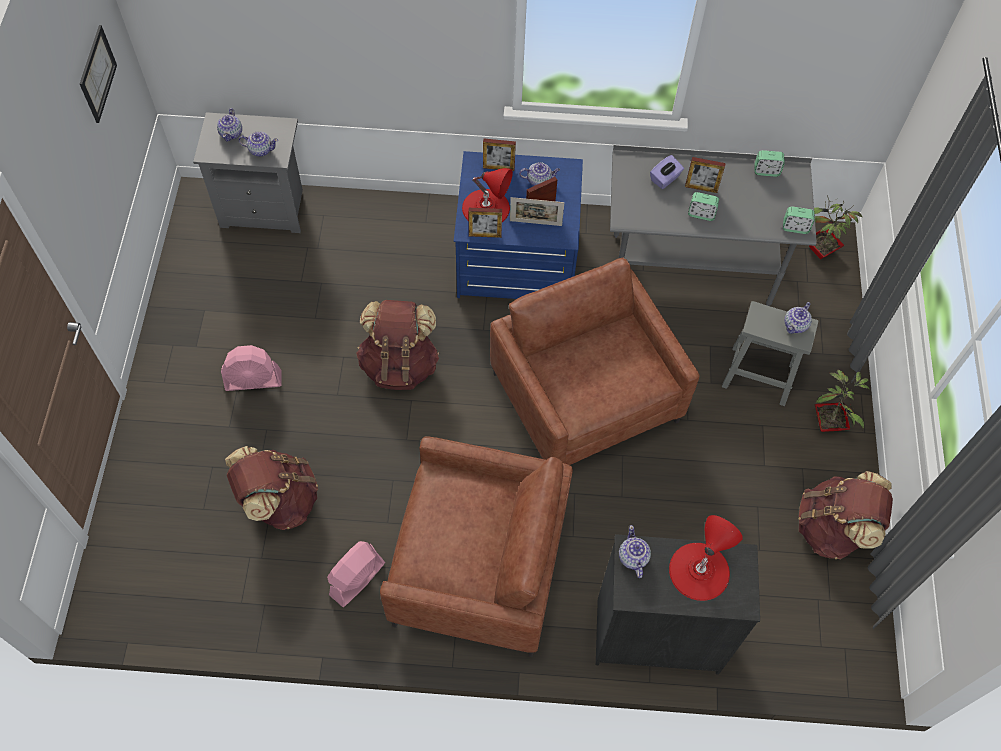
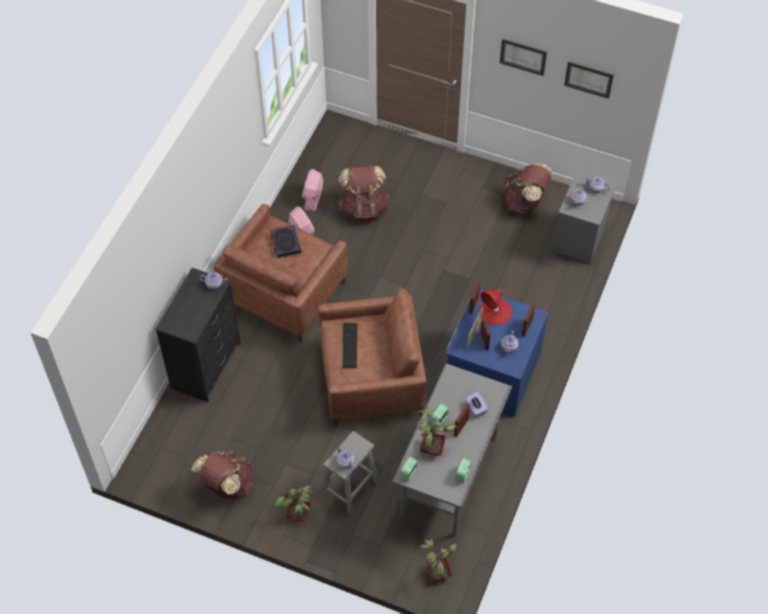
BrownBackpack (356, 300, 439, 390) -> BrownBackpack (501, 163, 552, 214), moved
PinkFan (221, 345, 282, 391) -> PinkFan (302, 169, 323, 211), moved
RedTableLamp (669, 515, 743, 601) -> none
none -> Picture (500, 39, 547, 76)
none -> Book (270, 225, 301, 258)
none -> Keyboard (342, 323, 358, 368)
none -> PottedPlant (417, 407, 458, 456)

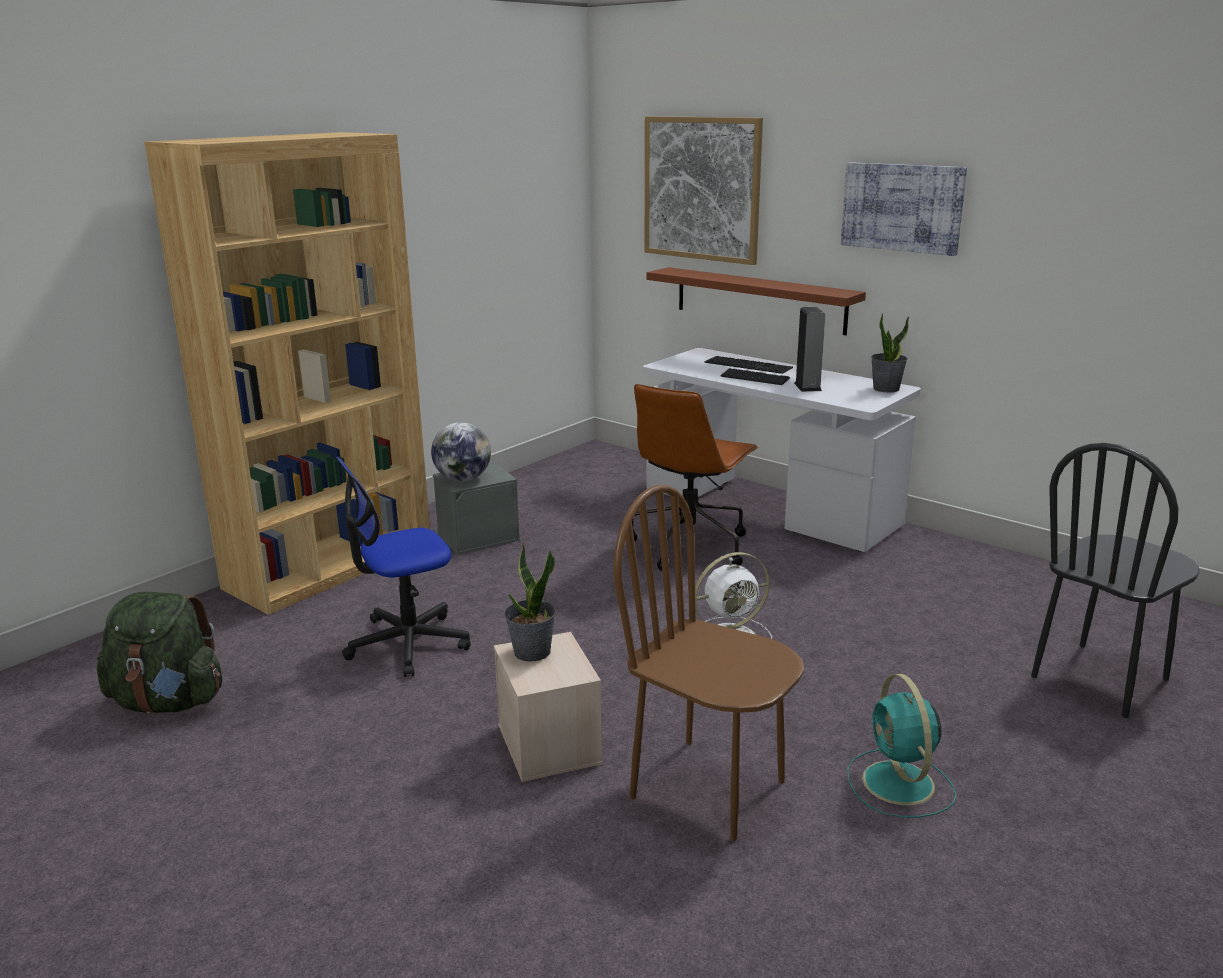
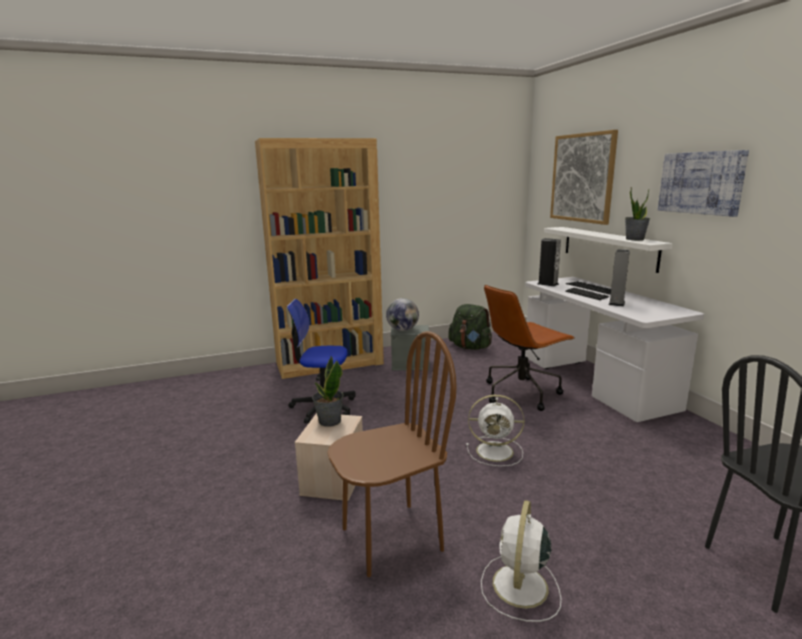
BrownShelf (647, 267, 866, 335) -> WhiteShelf (544, 227, 673, 273)
PottedPlant (871, 313, 909, 392) -> PottedPlant (625, 187, 650, 240), moved
BrownChair (613, 485, 804, 841) -> BrownChair (327, 331, 457, 577), 90 degrees clockwise
GreenBackpack (97, 592, 222, 714) -> GreenBackpack (448, 304, 492, 350), moved
TurquoiseFan (847, 674, 956, 818) -> WhiteFan (481, 500, 561, 622)
none -> Speaker (538, 238, 561, 286)

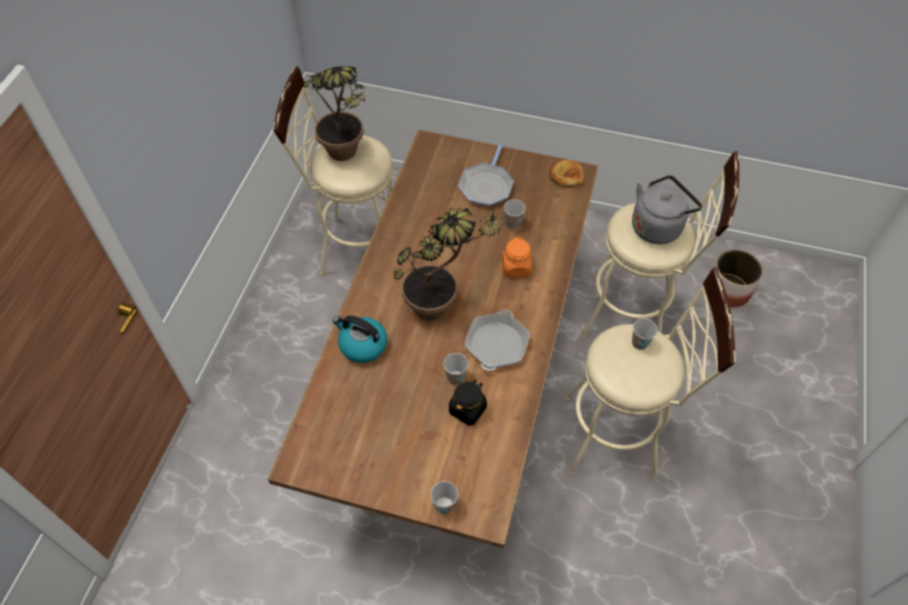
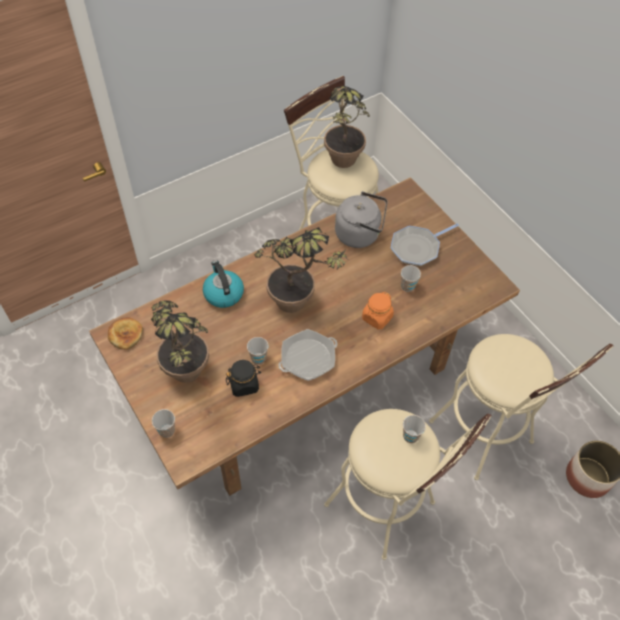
Bread (549, 160, 584, 187) -> Bread (108, 317, 143, 350), moved
GreyKettle (632, 175, 702, 244) -> GreyKettle (335, 191, 387, 248), moved
none -> PottedPlant (151, 300, 209, 383)

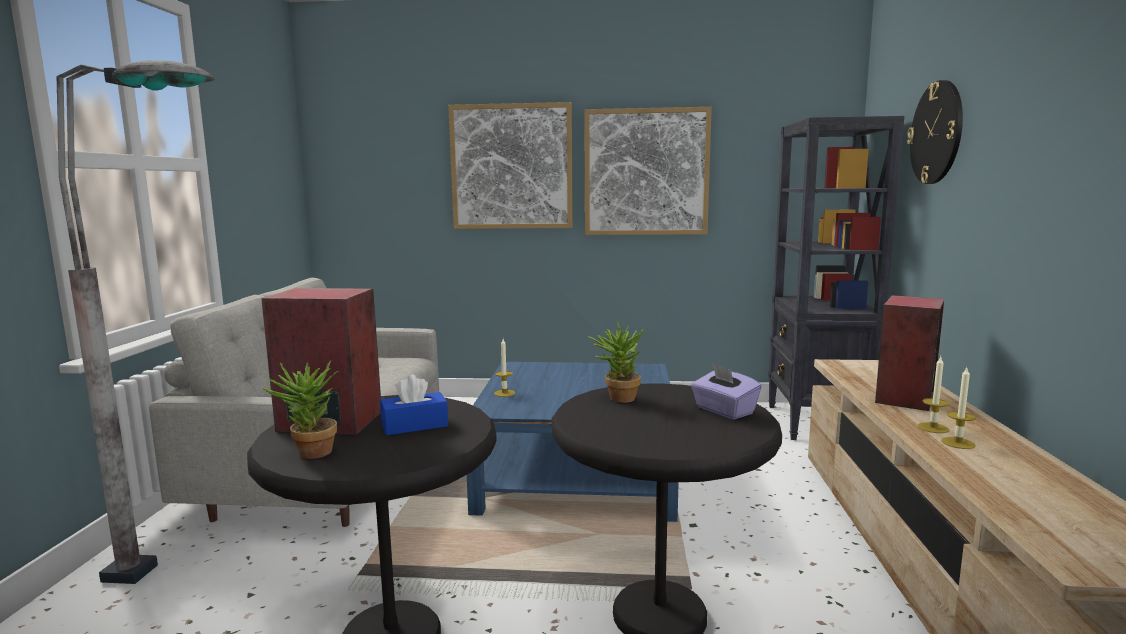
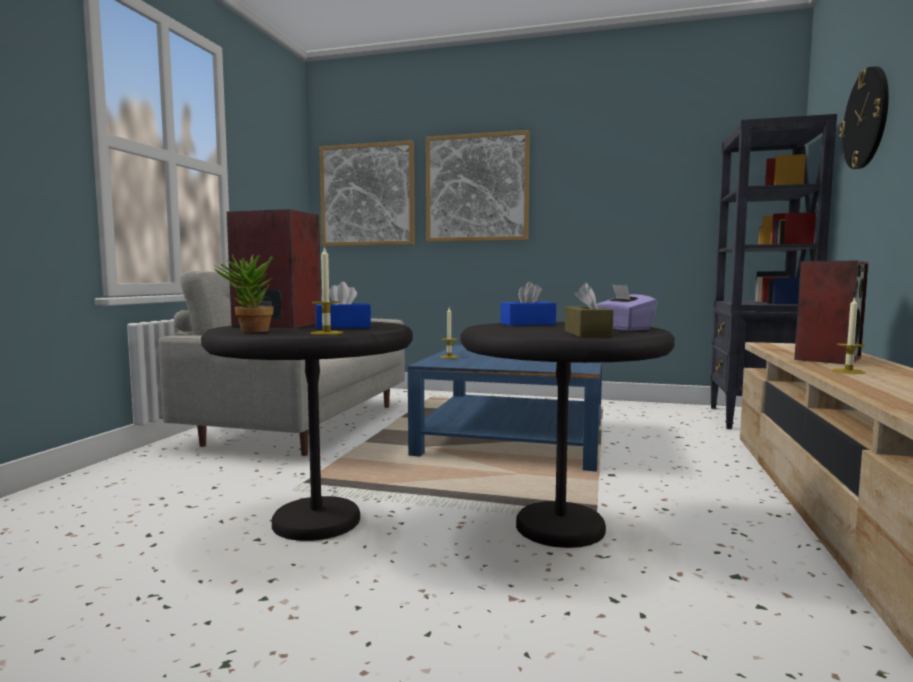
GreyFloorLamp (57, 60, 215, 584) -> none
Picture (584, 107, 712, 235) -> Picture (319, 140, 415, 246), moved
PottedPlant (588, 322, 644, 403) -> BlueTissueBox (500, 281, 556, 326)
Candle (941, 368, 976, 449) -> Candle (310, 246, 343, 335), moved
none -> BrownTissueBox (565, 282, 614, 338)

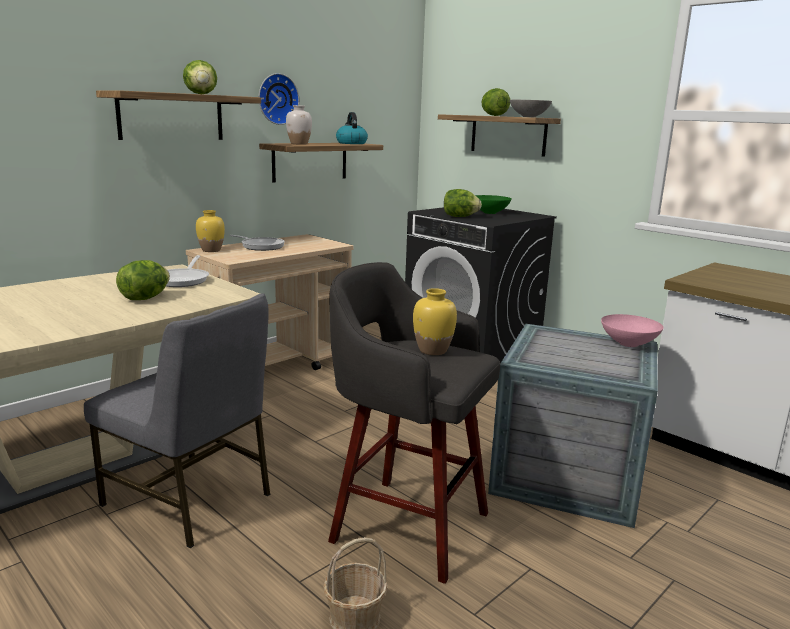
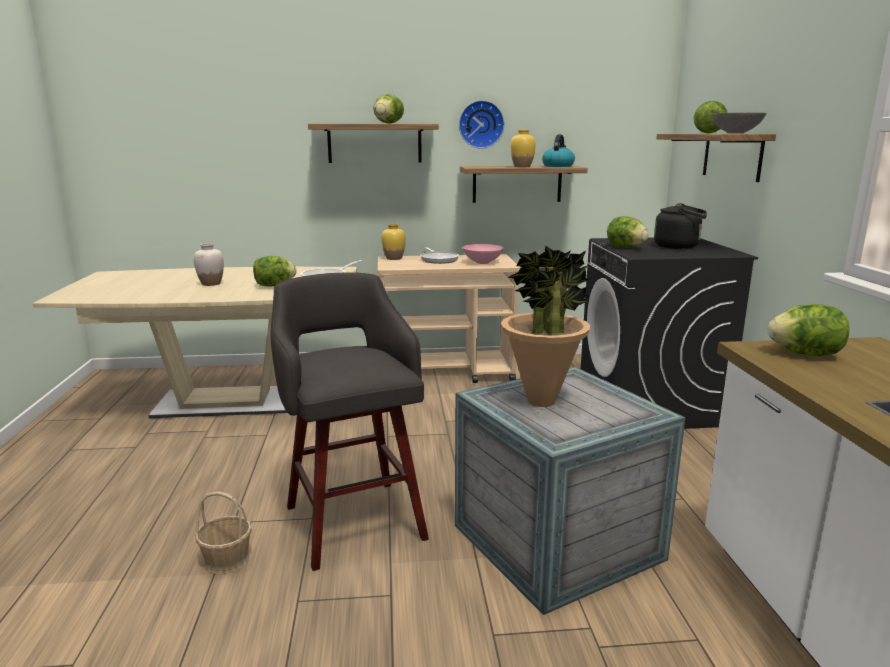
WhiteVase (286, 105, 312, 145) -> WhiteVase (194, 243, 224, 286), moved
GreenBowl (475, 195, 512, 214) -> BlackKettle (654, 203, 707, 249)
YellowVase (413, 288, 457, 355) -> YellowVase (511, 130, 536, 167), moved
GreyChair (84, 293, 270, 548) -> none
PinkBowl (601, 314, 664, 347) -> PinkBowl (462, 244, 504, 264), moved
none -> PottedPlant (501, 246, 590, 407)
none -> Lettuce (768, 304, 850, 356)

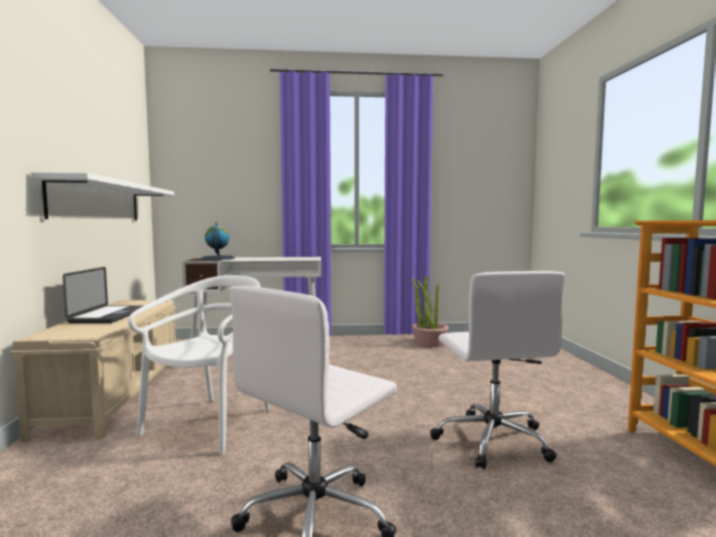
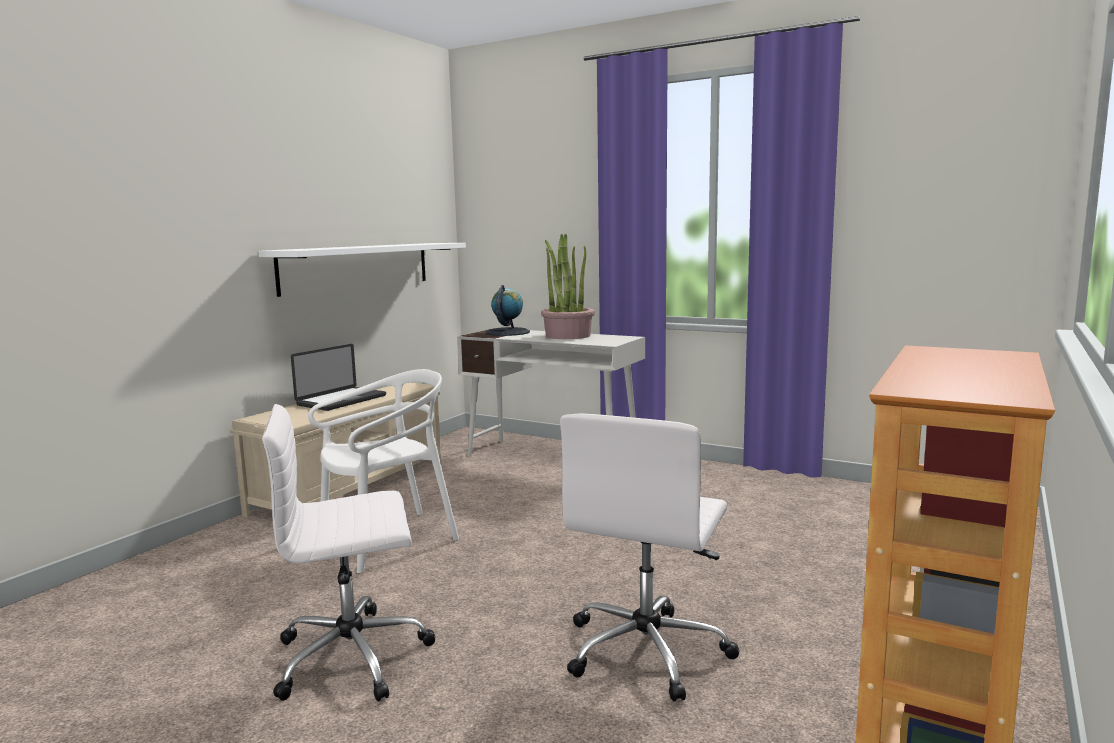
PottedPlant (412, 275, 449, 347) -> PottedPlant (541, 234, 595, 339), moved

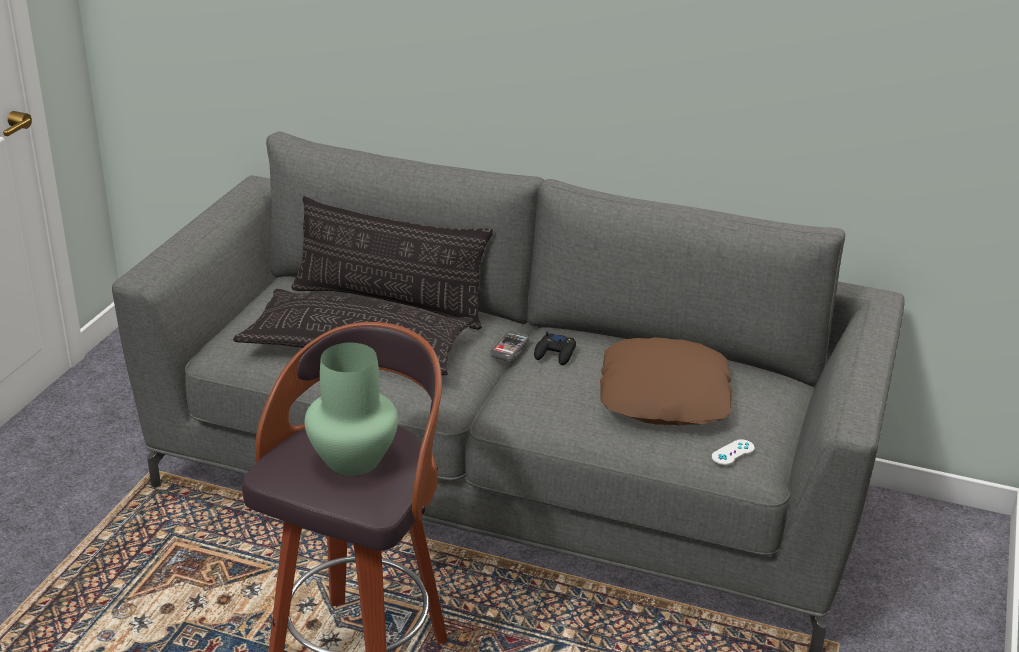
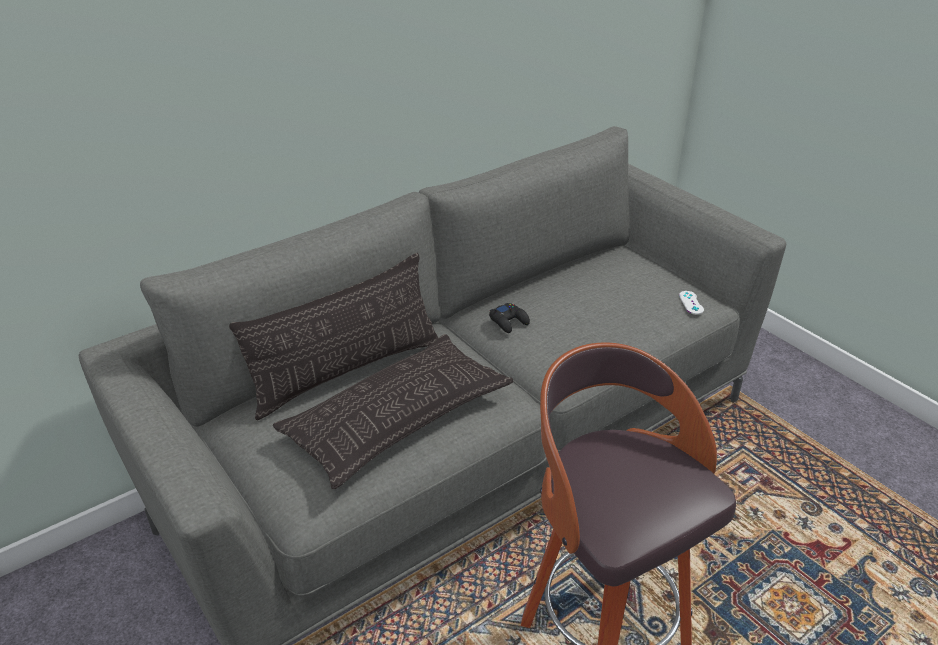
Phone (490, 331, 530, 361) -> none
BrownPillow (600, 337, 733, 426) -> none
GreenVase (304, 343, 398, 476) -> none

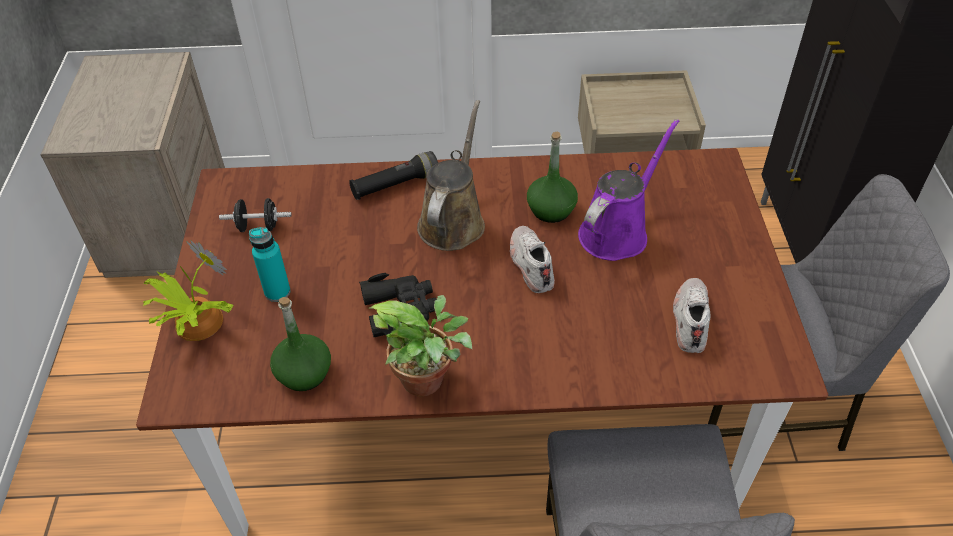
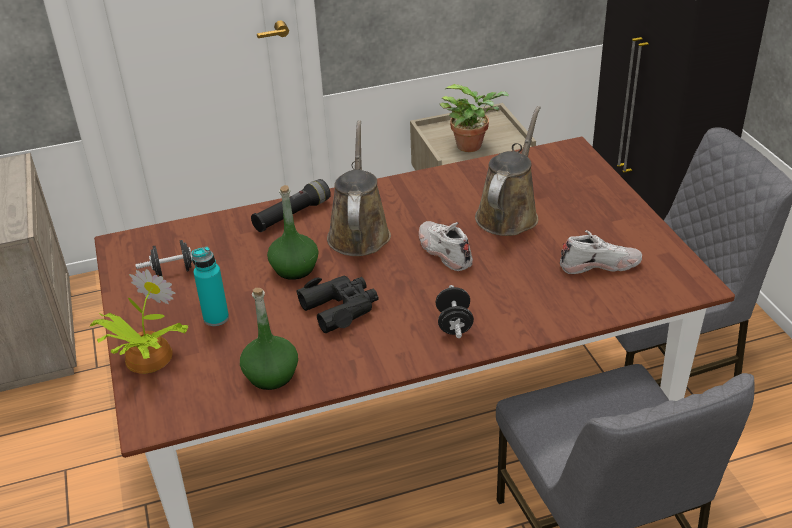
PurpleWateringCan (578, 119, 679, 261) -> BrownWateringCan (475, 106, 541, 236)
GreenBottle (527, 132, 578, 223) -> GreenBottle (267, 185, 319, 280), moved
WhiteShoe (673, 278, 711, 353) -> WhiteShoe (560, 230, 642, 274), 90 degrees clockwise
PottedPlant (369, 295, 472, 396) -> PottedPlant (440, 84, 509, 152), moved
none -> BlackDumbbell (436, 285, 474, 338)

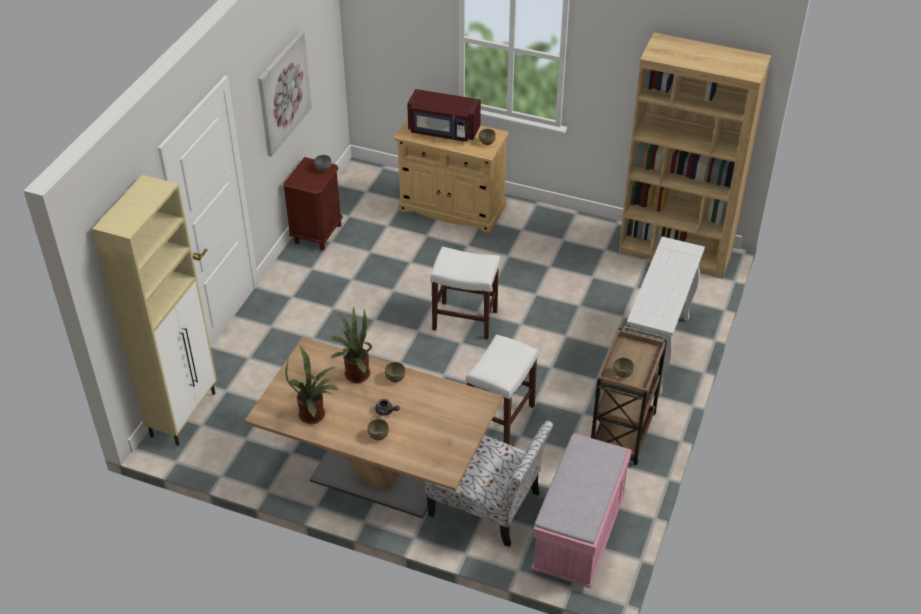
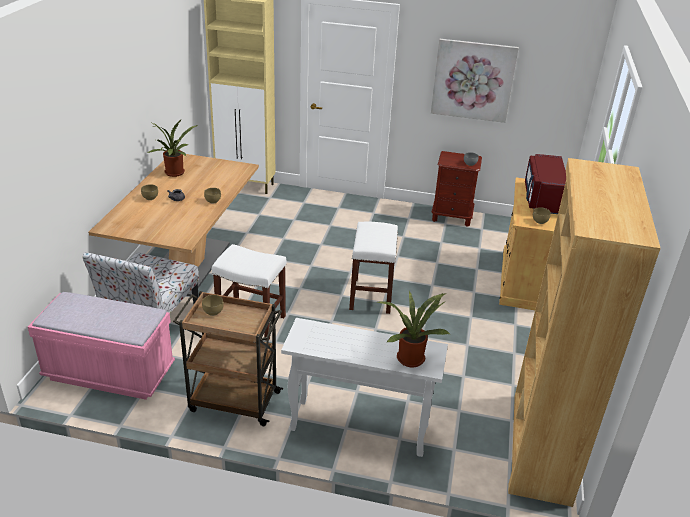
PottedPlant (326, 307, 372, 383) -> PottedPlant (377, 291, 450, 367), moved

